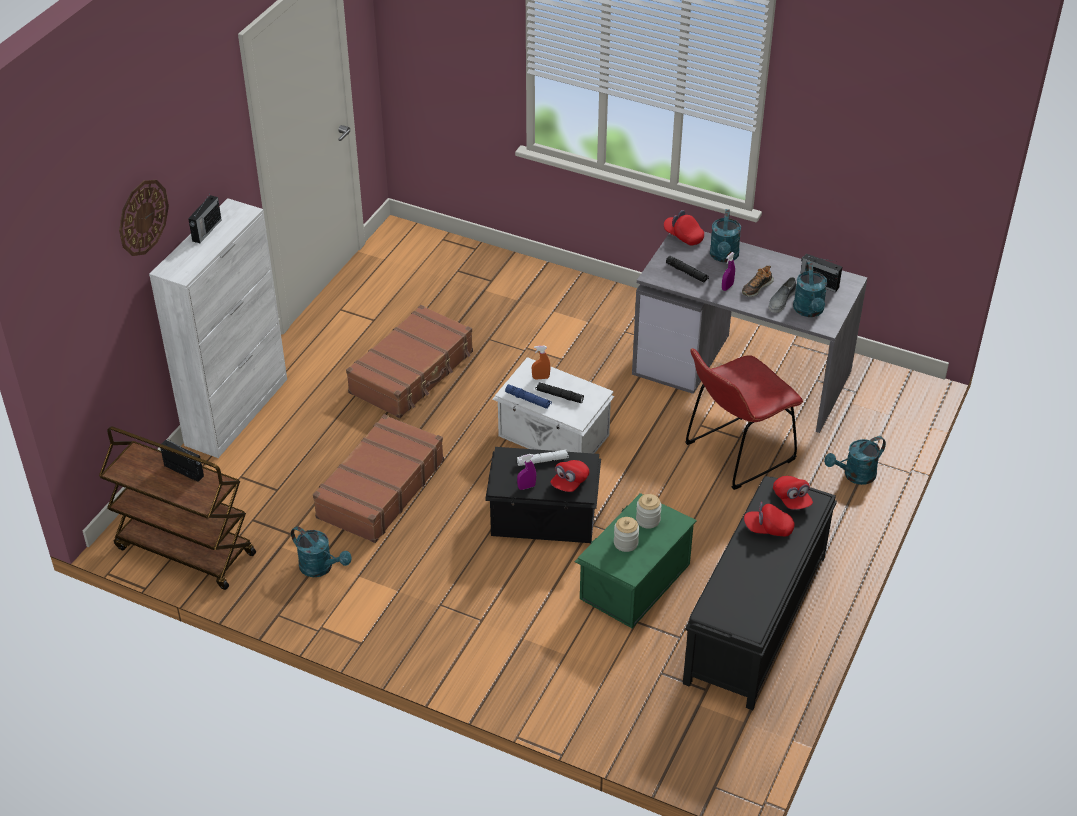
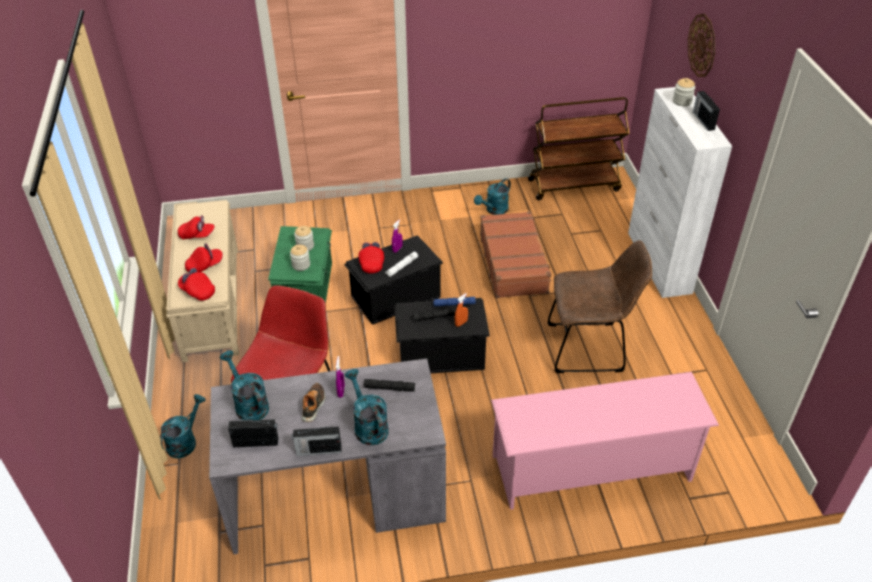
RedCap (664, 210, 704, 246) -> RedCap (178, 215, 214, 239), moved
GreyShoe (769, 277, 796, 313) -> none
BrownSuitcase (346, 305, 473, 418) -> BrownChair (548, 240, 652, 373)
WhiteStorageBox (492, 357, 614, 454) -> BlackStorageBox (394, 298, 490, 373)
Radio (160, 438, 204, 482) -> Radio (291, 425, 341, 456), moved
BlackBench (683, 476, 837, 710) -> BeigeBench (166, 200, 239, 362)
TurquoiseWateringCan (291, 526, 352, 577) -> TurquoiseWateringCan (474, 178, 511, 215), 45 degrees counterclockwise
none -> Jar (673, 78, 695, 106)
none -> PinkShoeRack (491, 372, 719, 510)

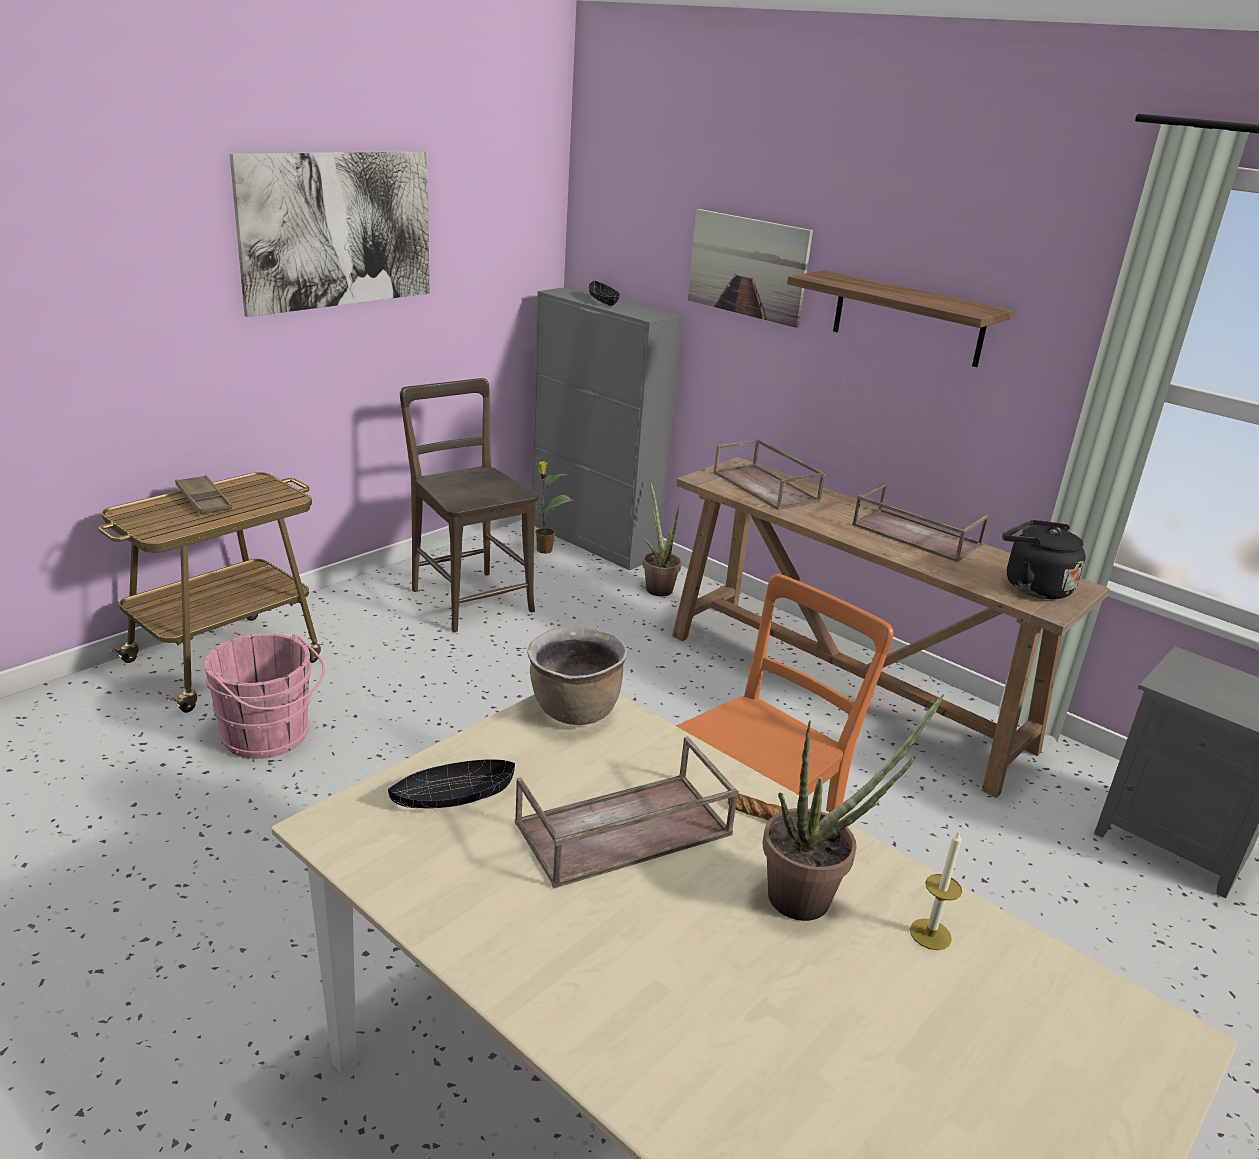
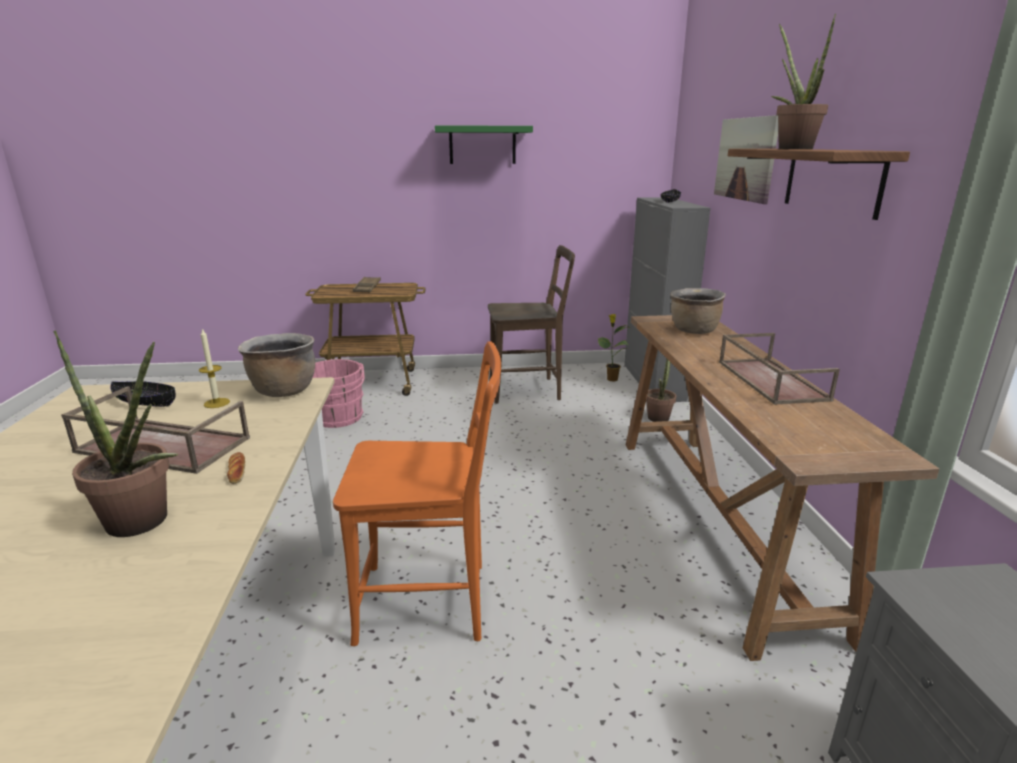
Picture (230, 151, 429, 317) -> GreenShelf (435, 126, 533, 164)
BrownChair (400, 378, 539, 632) -> BrownChair (488, 245, 575, 404), 75 degrees clockwise
BrownTray (713, 439, 825, 510) -> BrownCookingPot (670, 288, 726, 334)
BlackKettle (1002, 520, 1085, 599) -> none
Candle (910, 831, 962, 950) -> Candle (199, 329, 230, 408), moved
none -> PottedPlant (771, 13, 836, 149)

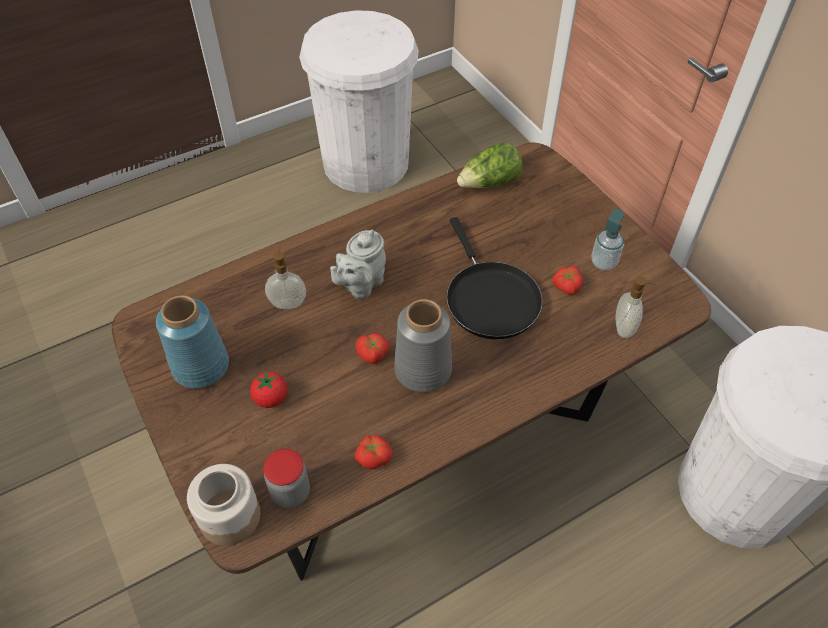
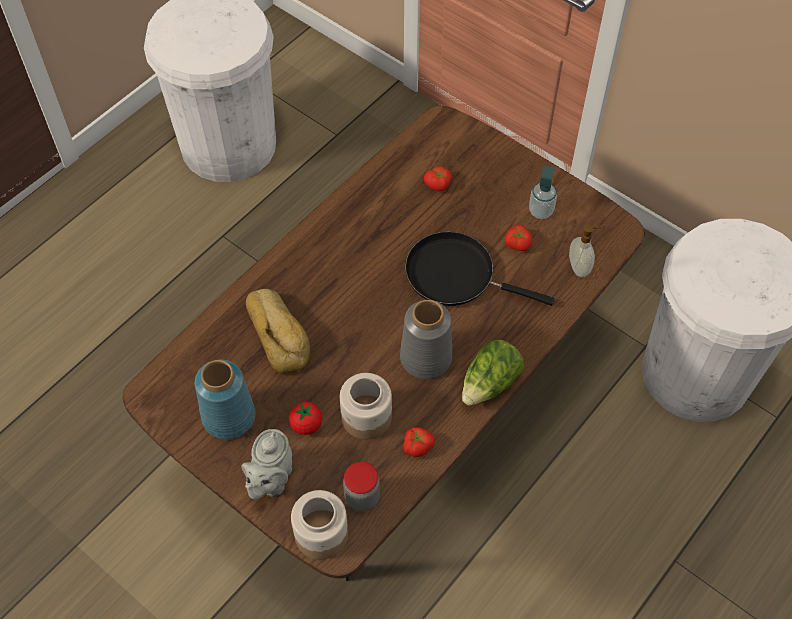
Lettuce (457, 142, 523, 188) -> Lettuce (462, 340, 524, 406), moved
BlackFryingPan (446, 217, 543, 339) -> BlackFryingPan (405, 231, 554, 306), 150 degrees clockwise
GreyTeapot (330, 230, 386, 299) -> GreyTeapot (241, 429, 292, 500), moved
SoapDispenser (265, 247, 306, 309) -> Bread (246, 289, 310, 374)
Tomato (355, 333, 390, 364) -> Tomato (424, 166, 452, 191), moved
none -> Jar (340, 373, 392, 440)

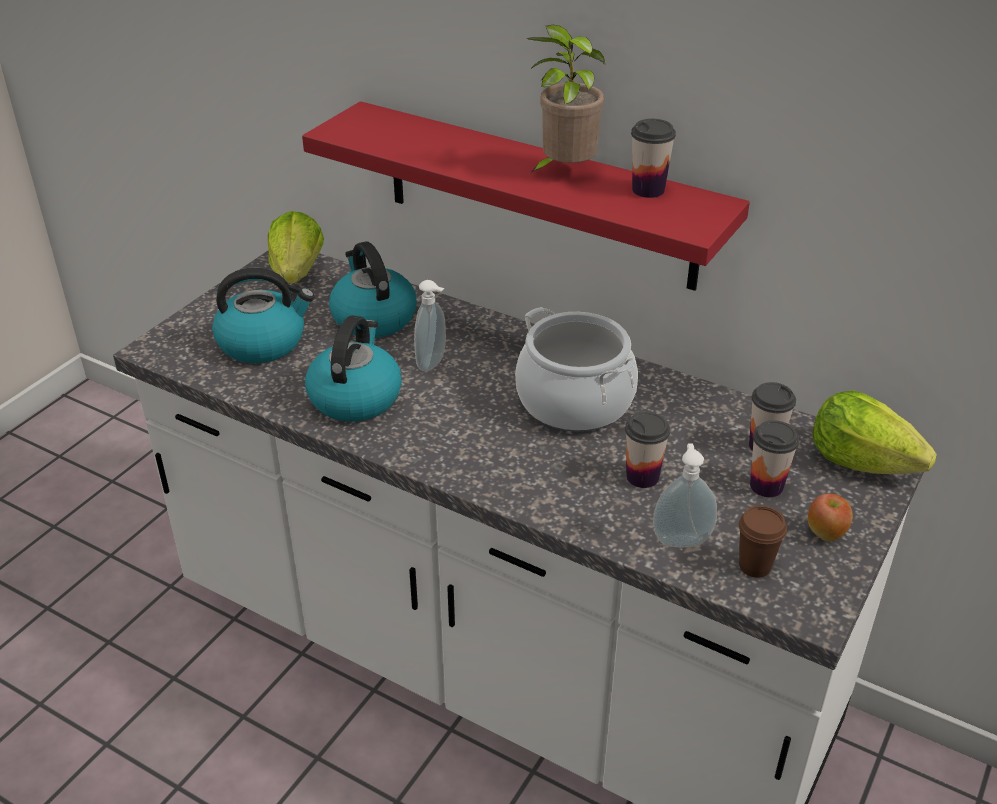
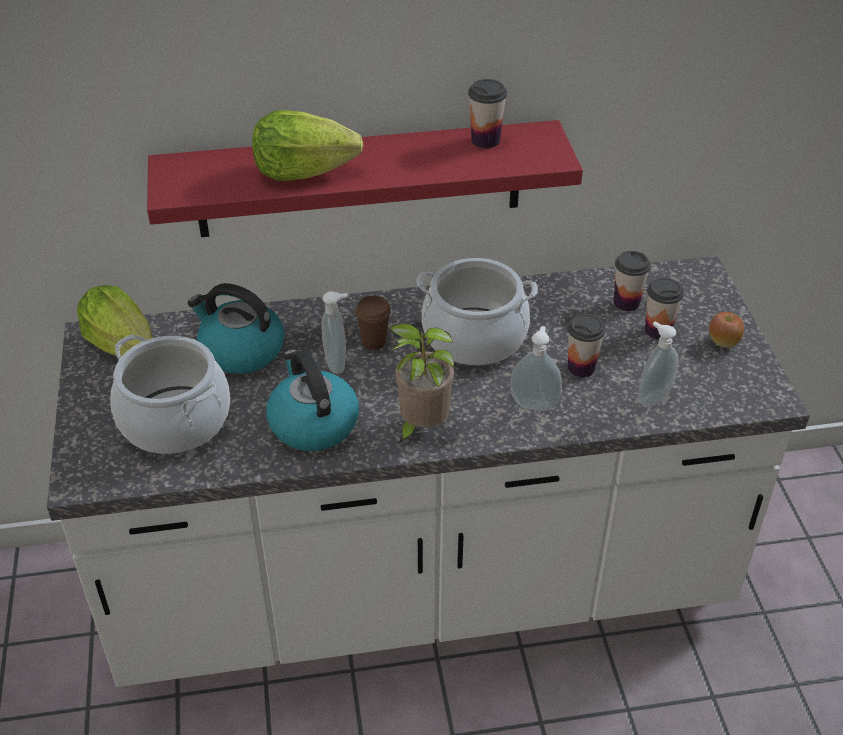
PottedPlant (527, 25, 605, 173) -> PottedPlant (389, 323, 454, 444), moved
Kettle (212, 268, 315, 363) -> CookingPot (110, 334, 230, 454)
Lettuce (812, 390, 937, 474) -> Lettuce (252, 110, 363, 181), moved
BrownCup (739, 505, 787, 578) -> BrownCup (355, 296, 391, 350), moved
none -> SoapDispenser (510, 326, 562, 411)

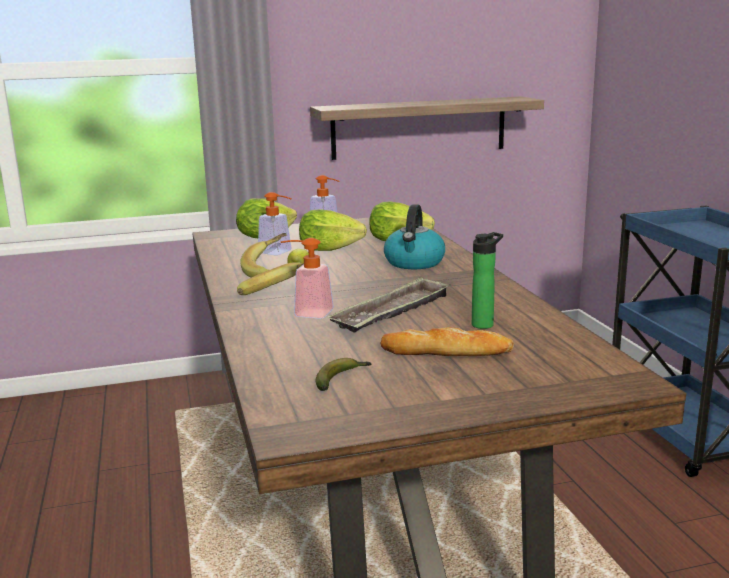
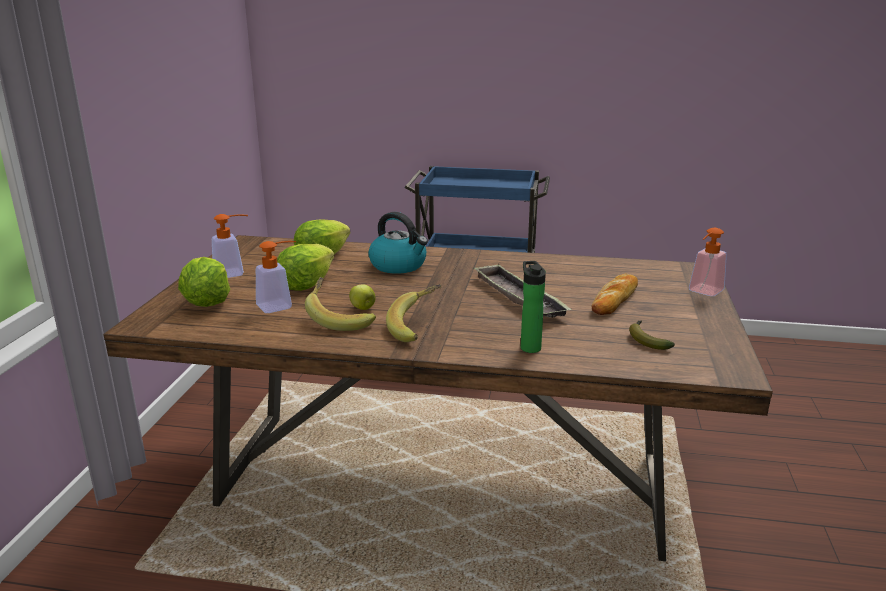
Shelf (310, 96, 544, 160) -> none
Bottle (472, 232, 503, 329) -> Bottle (521, 261, 546, 353), moved
SoapDispenser (281, 238, 334, 319) -> SoapDispenser (689, 228, 727, 296), moved

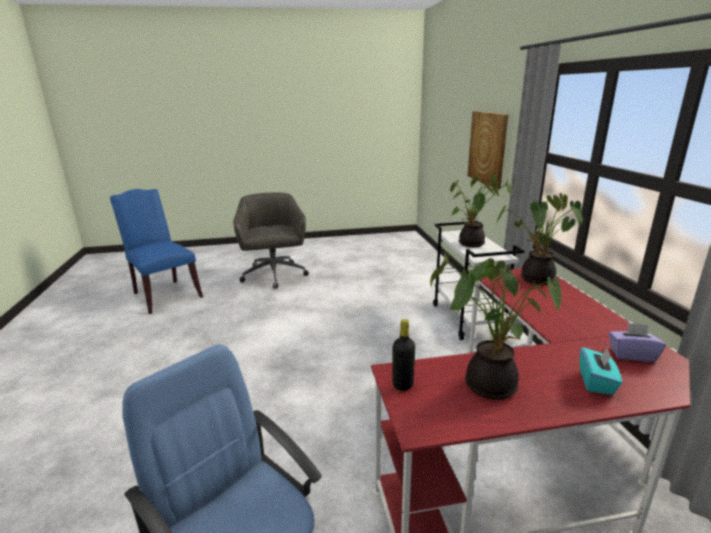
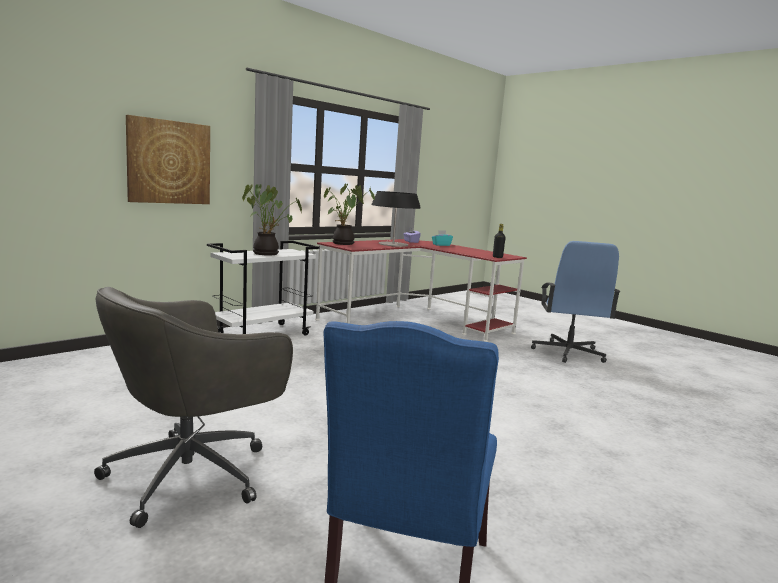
PottedPlant (430, 252, 562, 400) -> none
none -> TableLamp (372, 191, 421, 247)

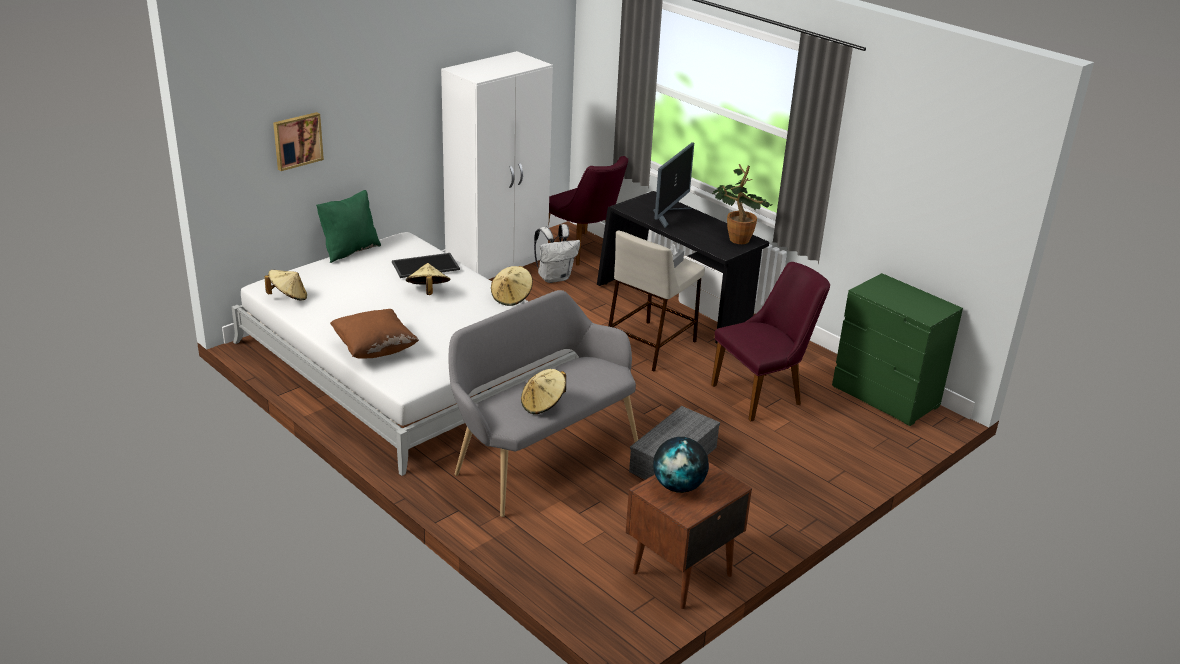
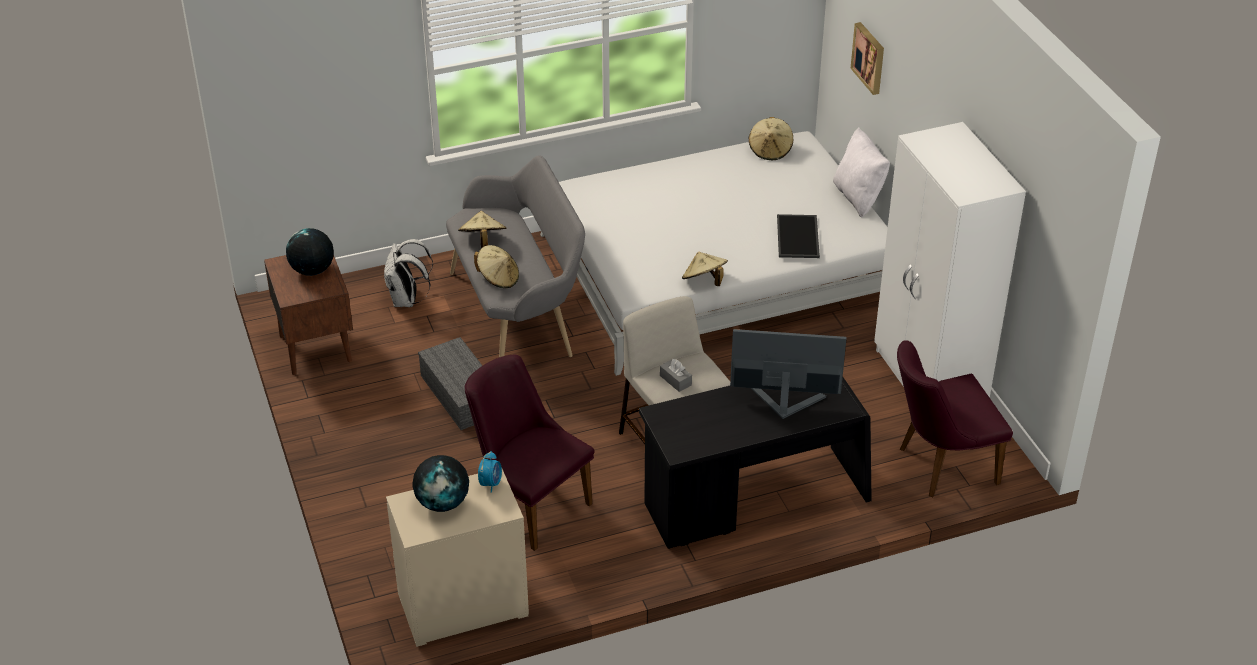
Monitor (653, 142, 694, 228) -> Monitor (730, 329, 847, 419), 135 degrees clockwise
PottedPlant (712, 164, 773, 244) -> none
GreenPillow (316, 190, 381, 263) -> WhitePillow (833, 128, 890, 218)
WhiteBackpack (534, 224, 580, 283) -> WhiteBackpack (384, 239, 433, 307), moved
PurpleChair (711, 262, 830, 421) -> PurpleChair (465, 354, 594, 551), 135 degrees clockwise
BeigeHat (406, 263, 451, 295) -> BeigeHat (474, 245, 519, 288), moved
GreenDresser (832, 273, 963, 426) -> BeigeDresser (386, 469, 529, 647)
BrownPillow (330, 309, 419, 359) -> none
none -> AlarmClock (478, 451, 502, 493)
none -> Globe (412, 455, 469, 512)

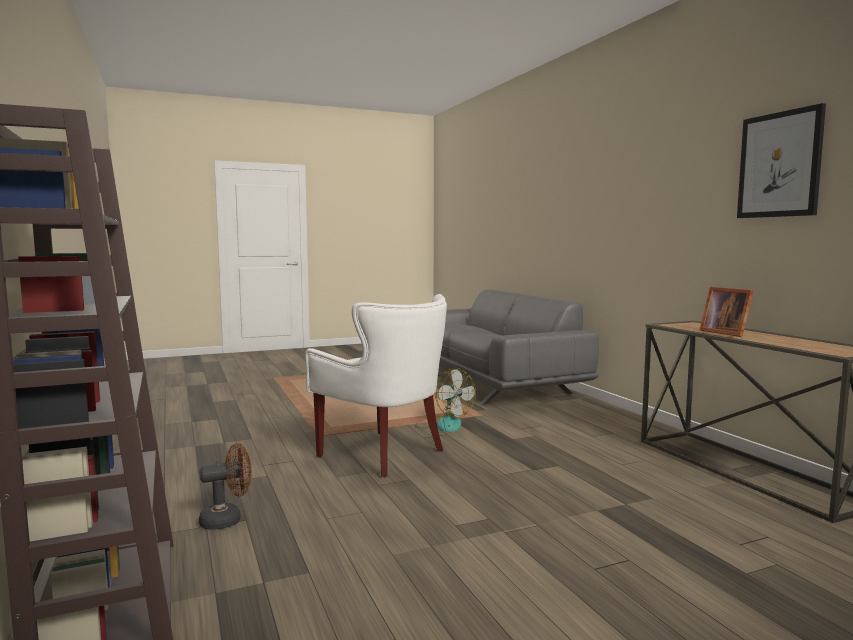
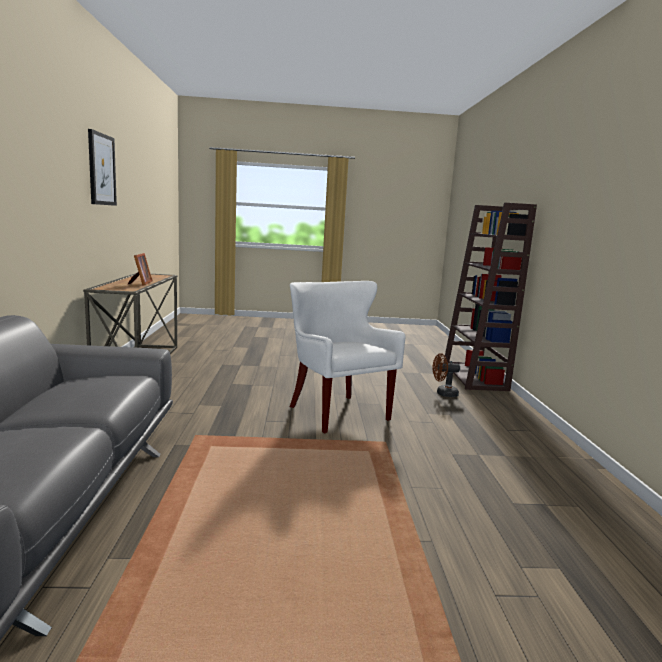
Fan (415, 368, 476, 432) -> none

